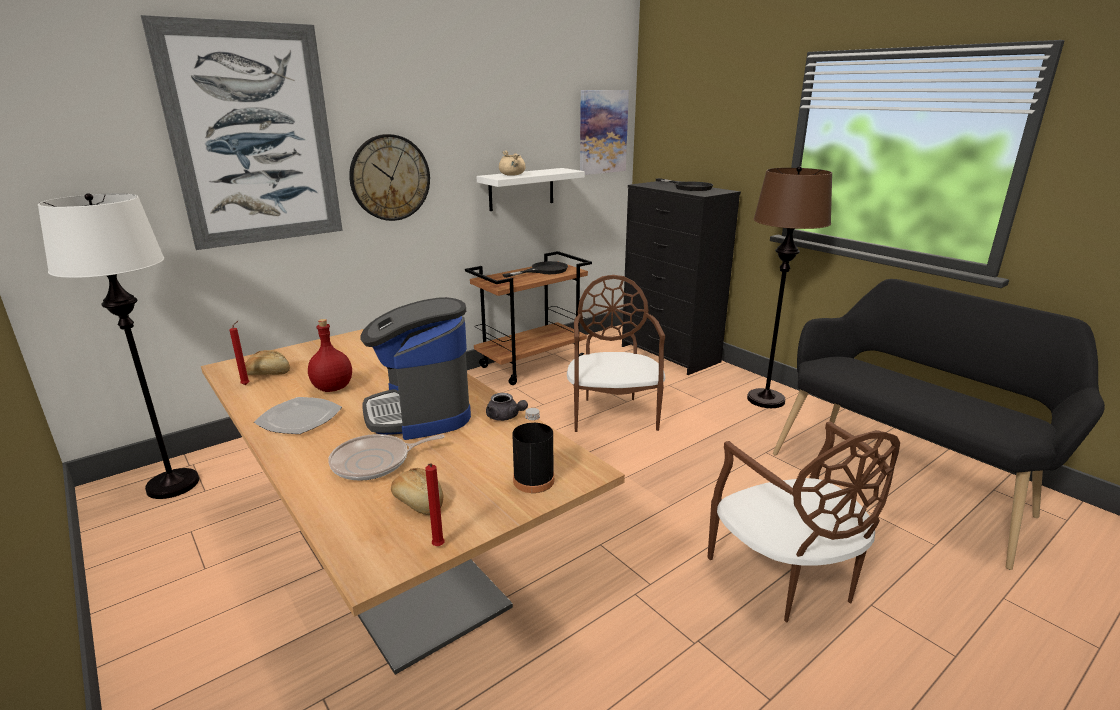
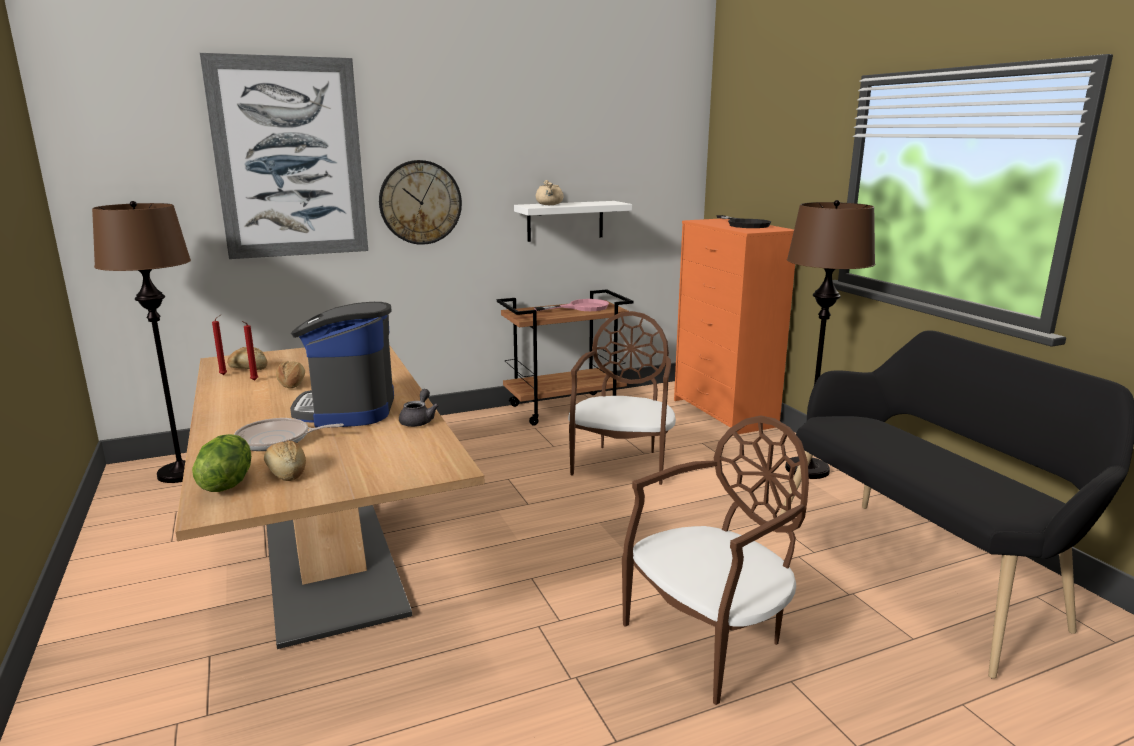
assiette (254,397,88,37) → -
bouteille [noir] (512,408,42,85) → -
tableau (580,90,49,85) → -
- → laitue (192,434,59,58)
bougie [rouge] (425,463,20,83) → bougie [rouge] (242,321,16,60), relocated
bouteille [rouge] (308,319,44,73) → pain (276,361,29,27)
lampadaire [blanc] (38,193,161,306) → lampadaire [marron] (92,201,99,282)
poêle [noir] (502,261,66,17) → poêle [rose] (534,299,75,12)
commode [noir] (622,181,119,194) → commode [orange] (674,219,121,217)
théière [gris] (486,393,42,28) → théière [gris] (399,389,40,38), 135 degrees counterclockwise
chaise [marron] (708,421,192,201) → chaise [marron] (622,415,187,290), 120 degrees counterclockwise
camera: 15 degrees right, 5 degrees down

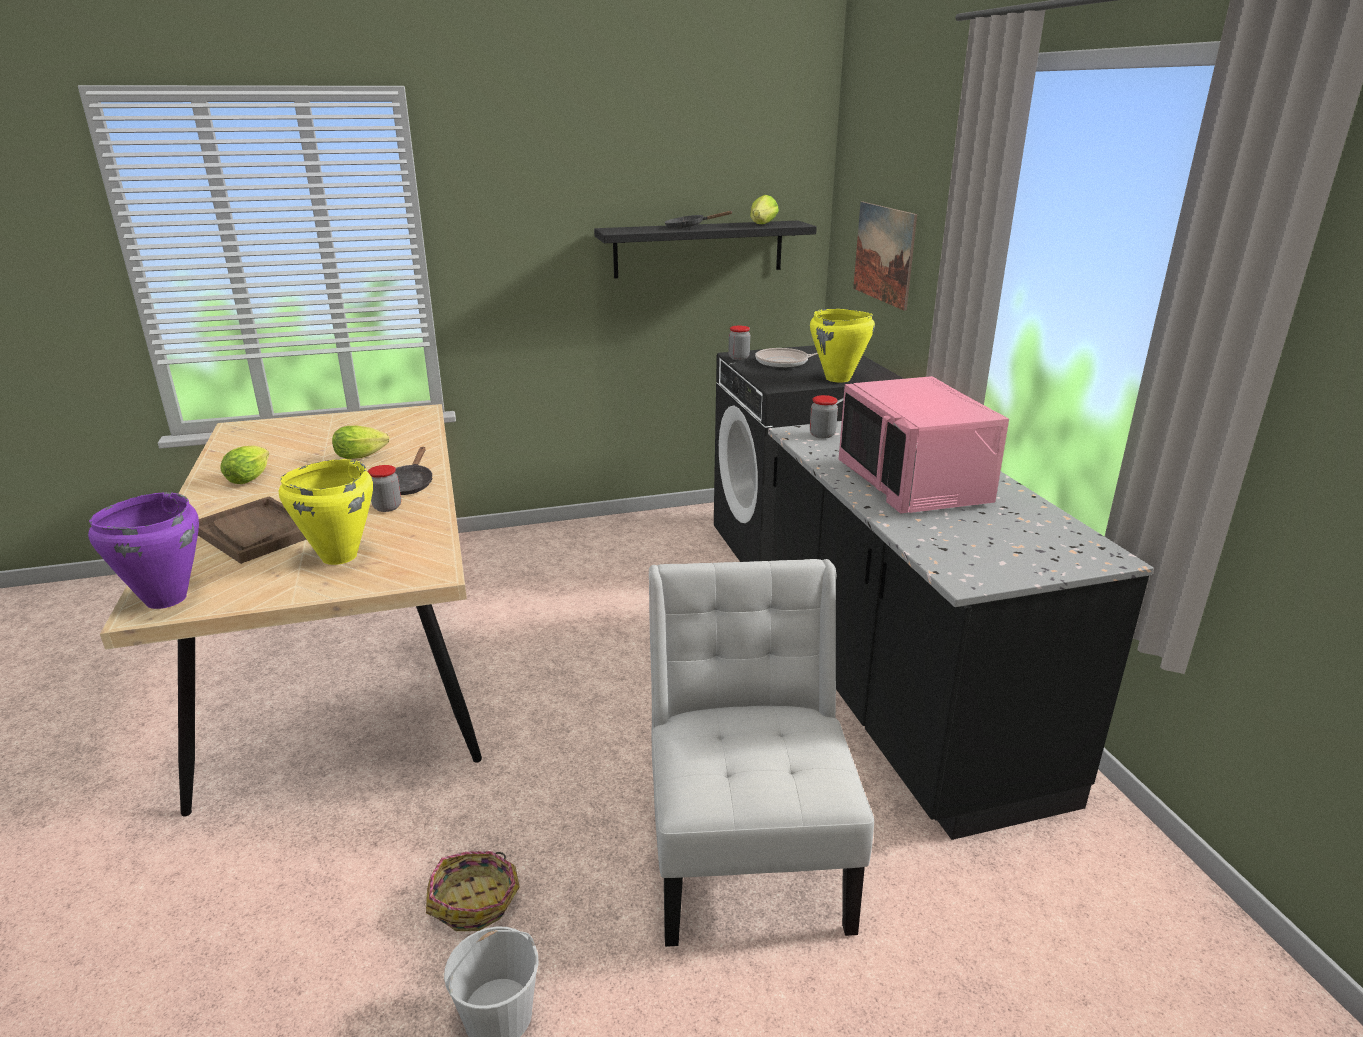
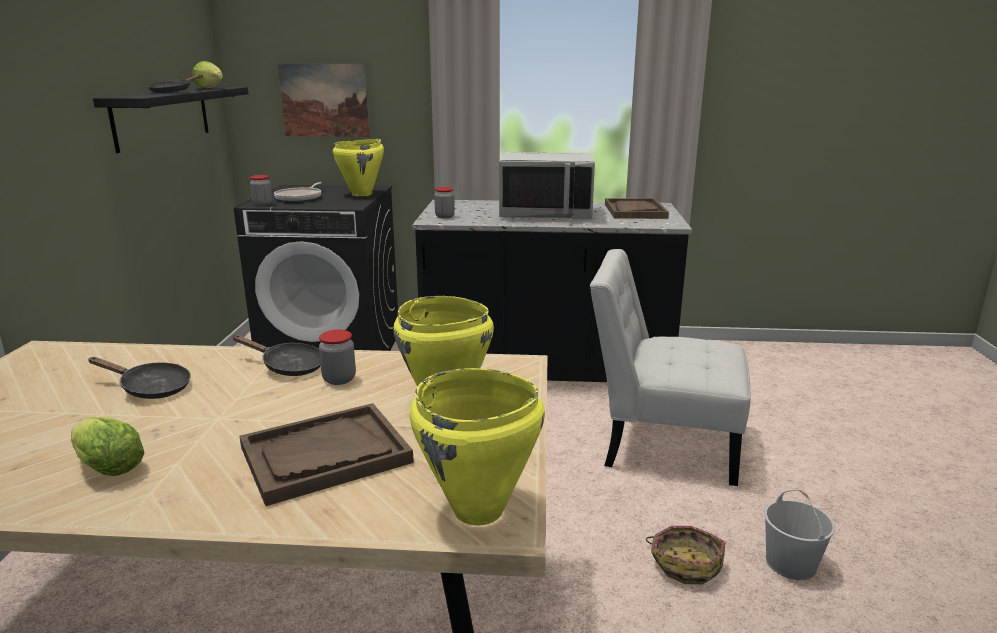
- → plateau [marron] (605,198,64,21)
laitue (332,426,57,33) → poêle [noir] (88,357,103,42)
marmite [violet] (88,492,111,117) → marmite [jaune] (410,368,135,157)
micro-ondes [rose] (838,376,171,138) → micro-ondes [gris] (499,152,96,67)
camera: 70 degrees left, 5 degrees down

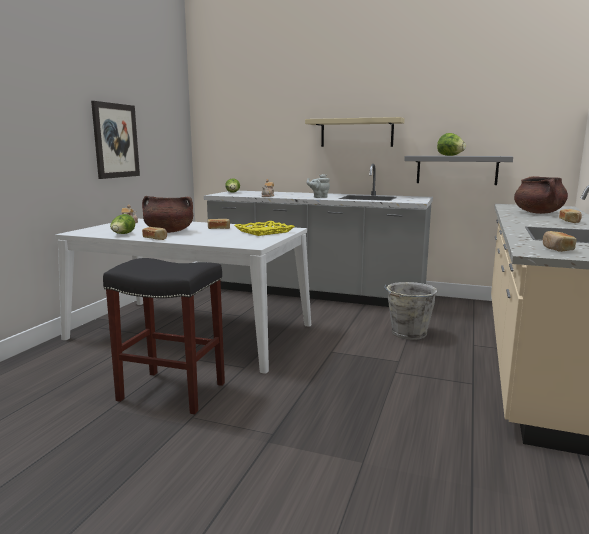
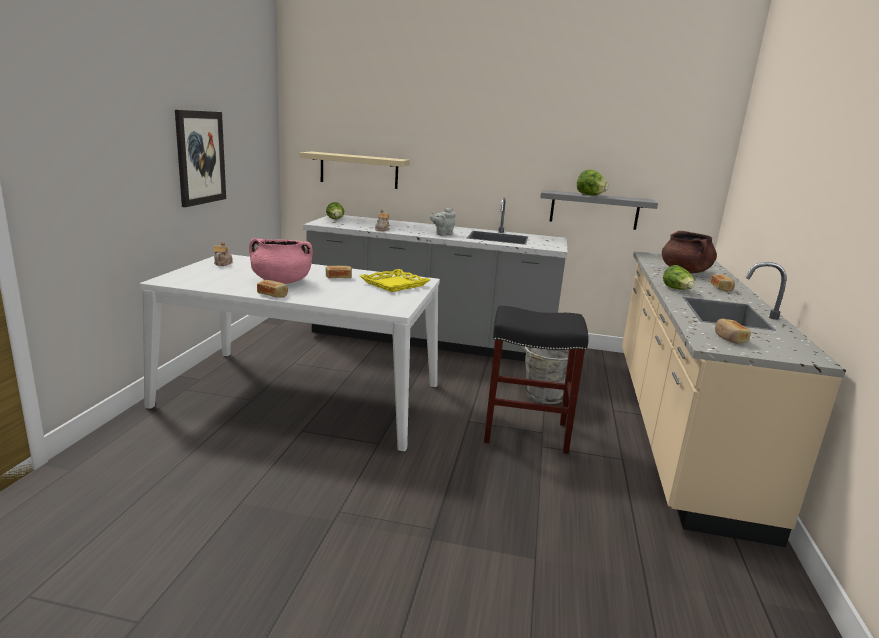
tabouret [noir] (103,258,122,157) → tabouret [noir] (484,306,105,148), relocated
laitue (110,214,25,20) → laitue (663,265,32,25), relocated
étagère [beige] (305,117,100,30) → étagère [beige] (300,152,109,37), relocated
marmite [marron] (142,196,51,37) → marmite [rose] (249,239,64,45)
camera: 10 degrees left, 5 degrees up

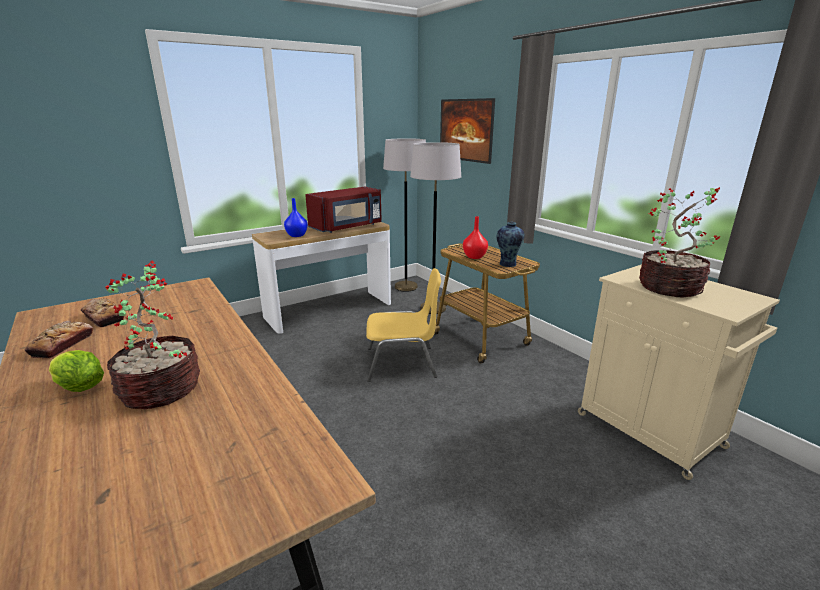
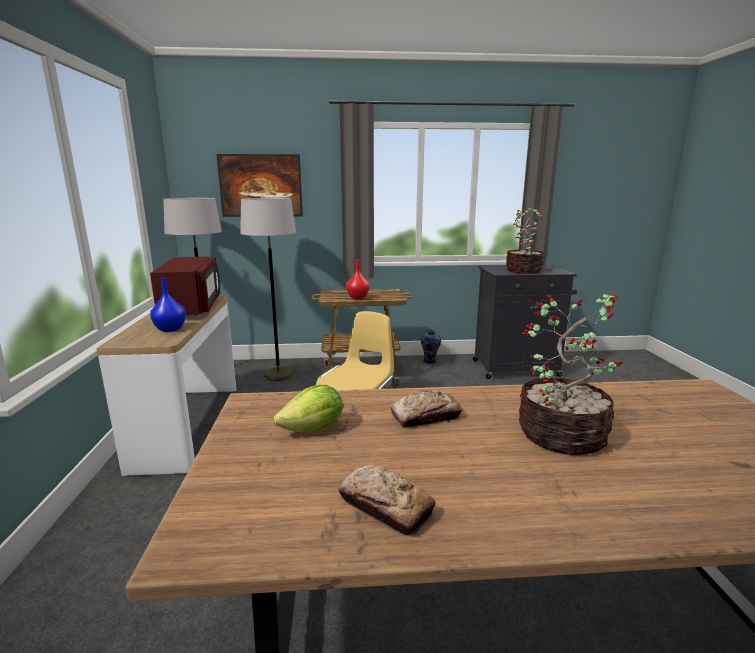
laitue (49,350,55,42) → laitue (274,385,69,47), relocated
pain (81,298,43,29) → pain (390,390,72,38), relocated
vase (496,222,28,45) → vase (421,330,20,34), relocated
meuble de rangement [beige] (578,264,202,216) → meuble de rangement [noir] (473,265,104,114)
camera: 60 degrees left, 5 degrees down

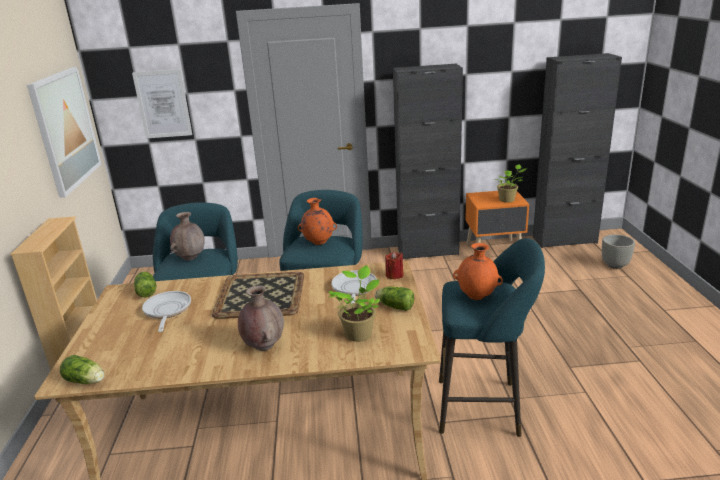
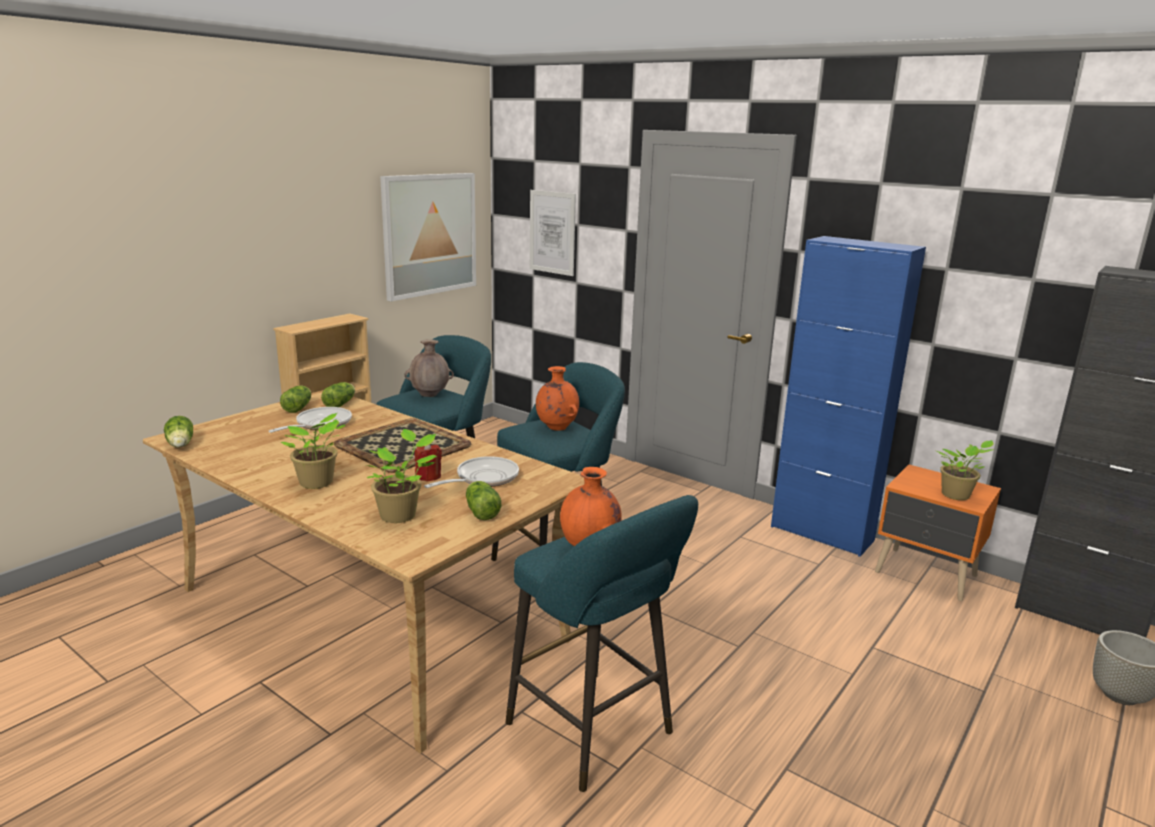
- → laitue (280,385,31,28)
bougie [rouge] (385,251,18,28) → bougie [rouge] (415,444,27,37), relocated
vase [marron] (238,285,46,66) → plante en pot (281,413,65,76)
meuble de rangement [noir] (393,64,70,195) → meuble de rangement [bleu] (771,236,155,321)
camera: 40 degrees right, 5 degrees down

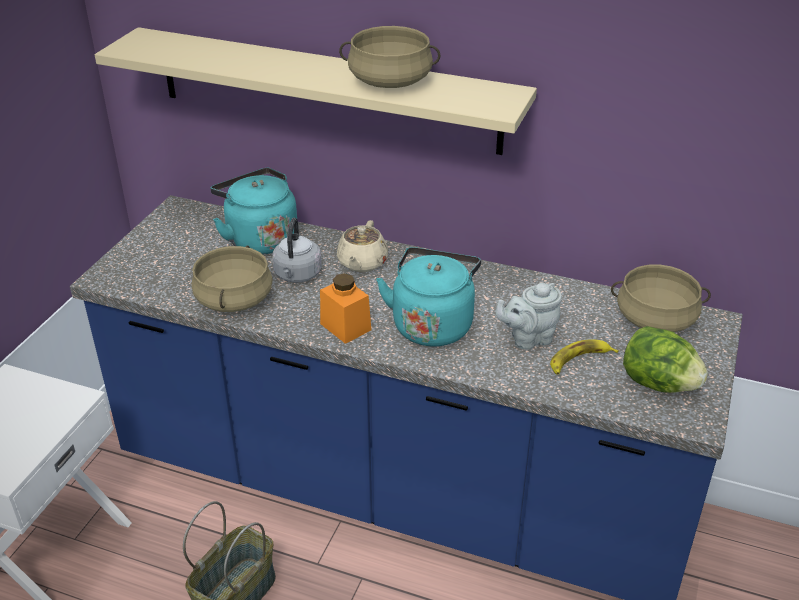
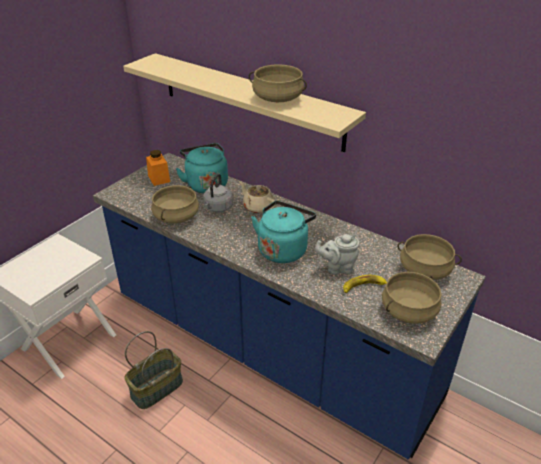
bocal [orange] (320,273,51,71) → bocal [orange] (146,150,24,36), relocated
laitue (623,326,85,67) → marmite [beige] (382,272,60,52)
théière [beige] (337,220,51,52) → théière [beige] (239,181,37,32), 105 degrees clockwise
camera: 15 degrees right, 0 degrees up

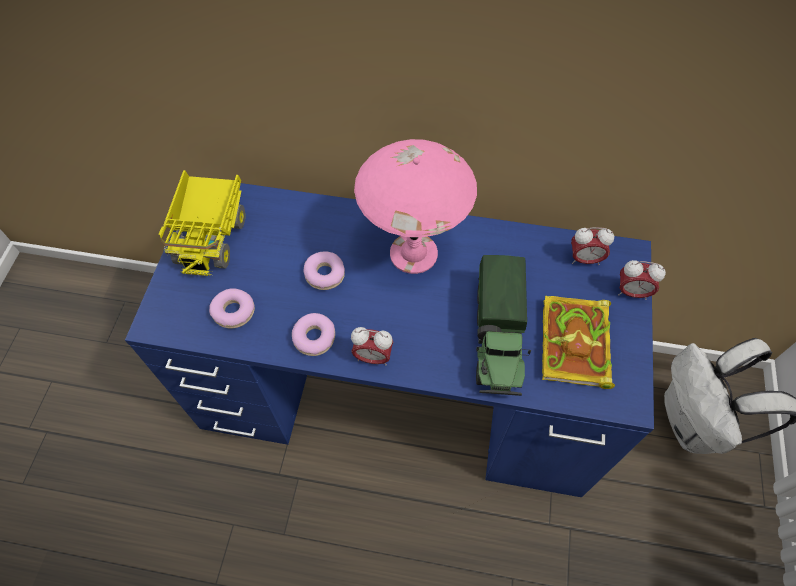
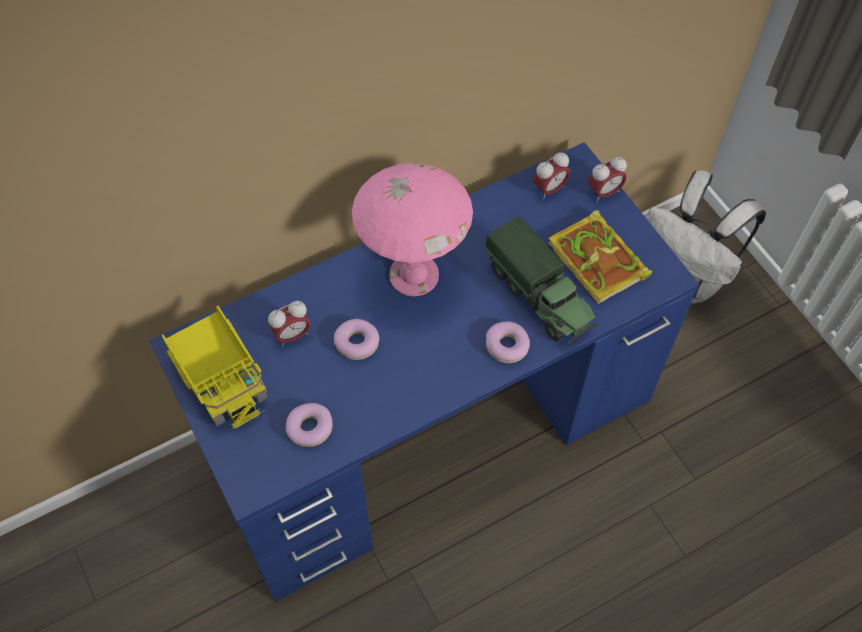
beignet (292,313,43,43) → beignet (486,321,44,42), relocated
réveil (351,327,42,39) → réveil (268,301,43,46), relocated
camera: 40 degrees left, 0 degrees up

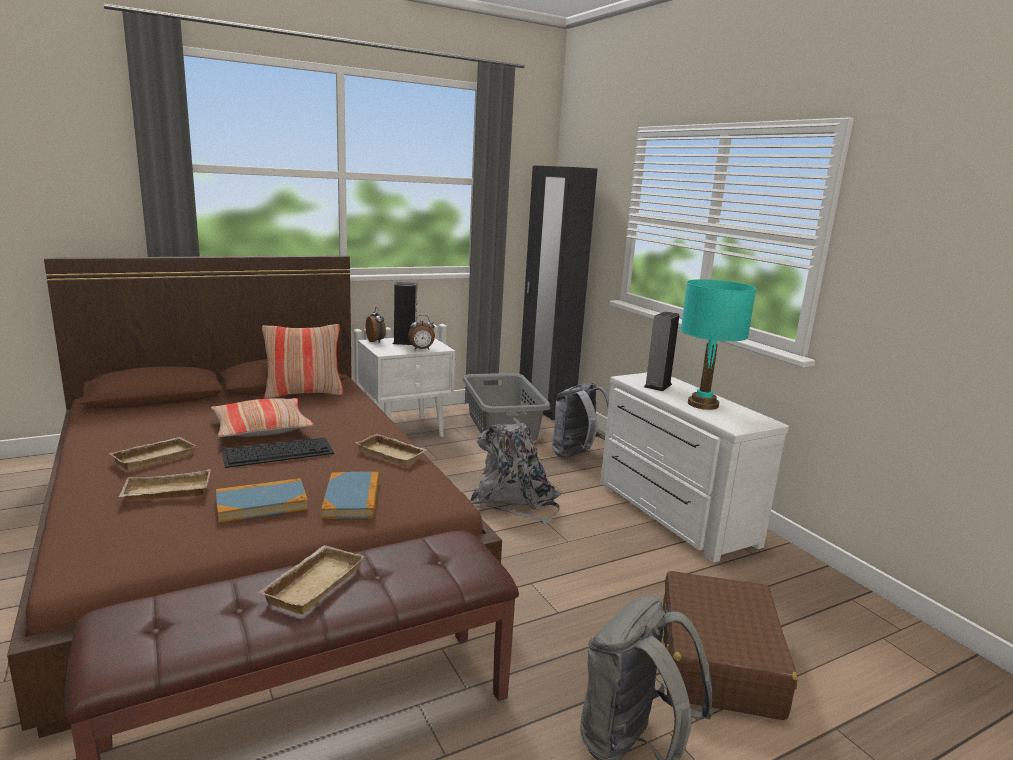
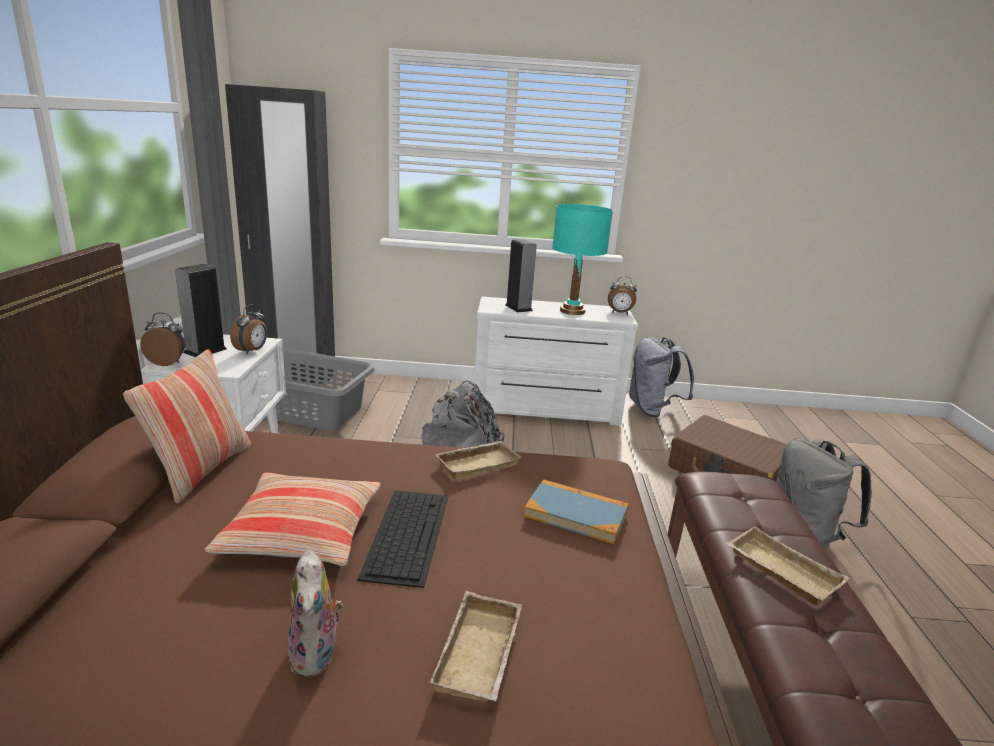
livre (216,478,92,45) → -
- → réveil (608,276,29,39)
sac à dos [gris] (552,383,58,75) → sac à dos [gris] (629,337,65,81), relocated
plateau [beige] (109,437,87,34) → peluche (288,550,55,127)
camera: 60 degrees left, 5 degrees up

